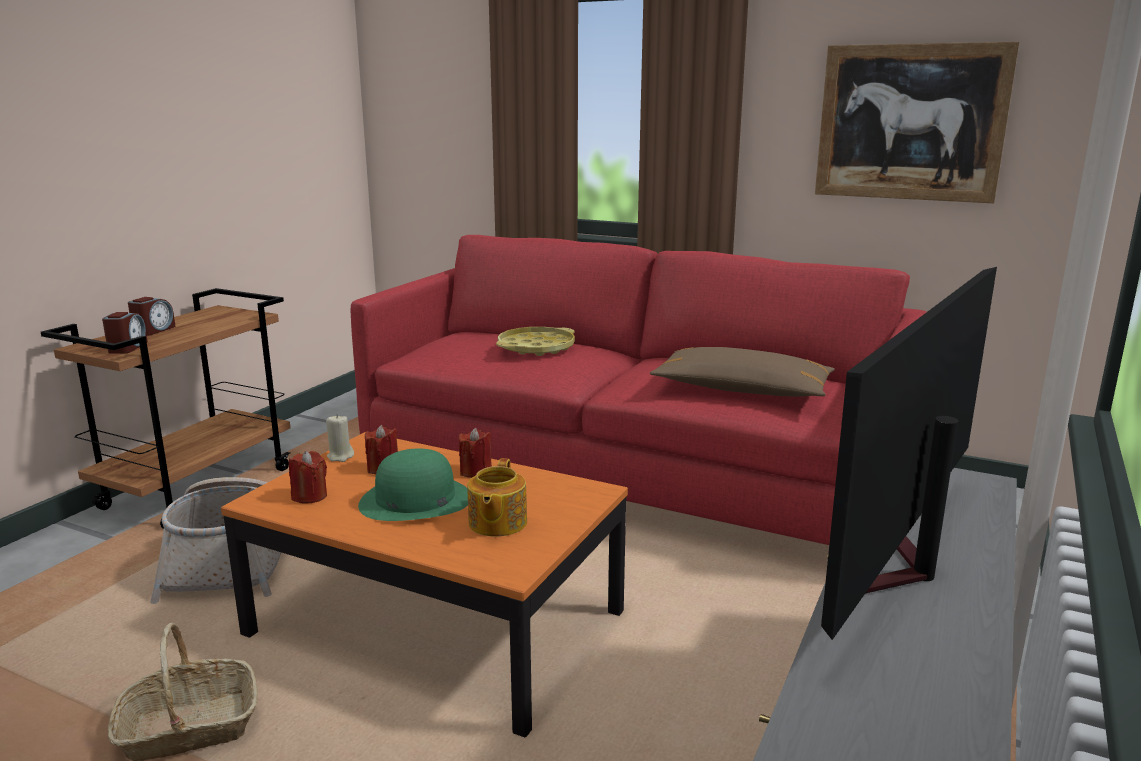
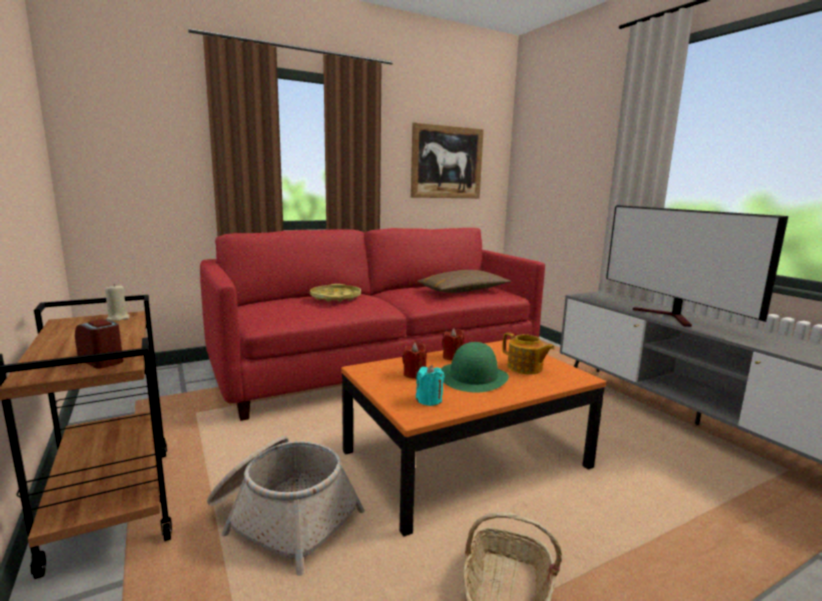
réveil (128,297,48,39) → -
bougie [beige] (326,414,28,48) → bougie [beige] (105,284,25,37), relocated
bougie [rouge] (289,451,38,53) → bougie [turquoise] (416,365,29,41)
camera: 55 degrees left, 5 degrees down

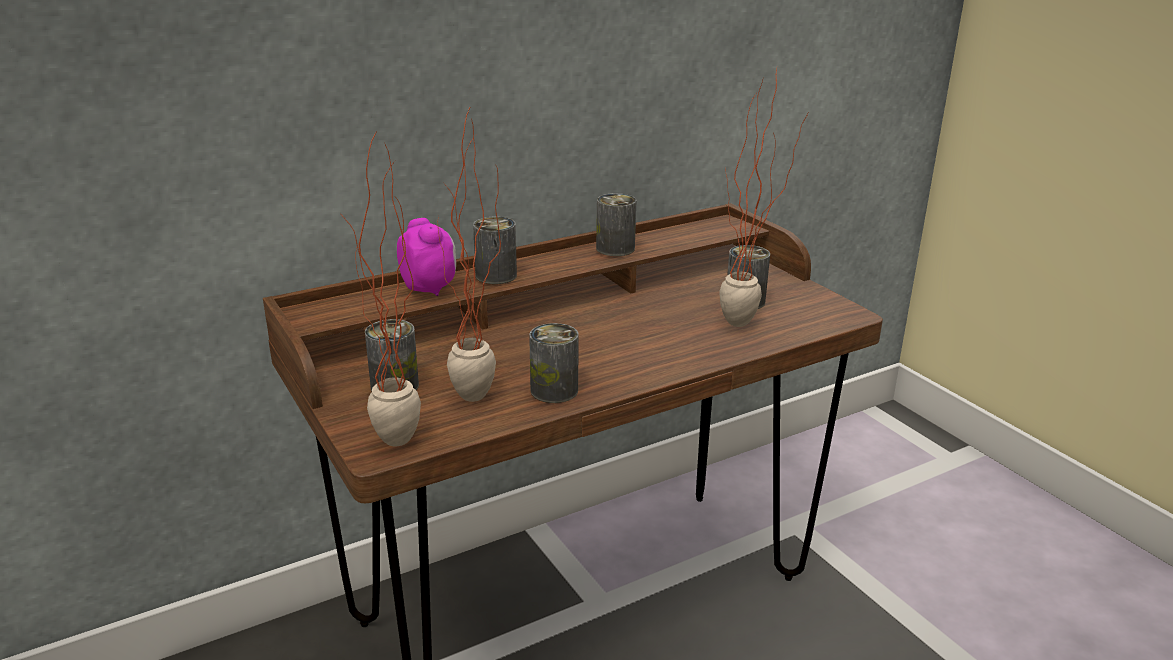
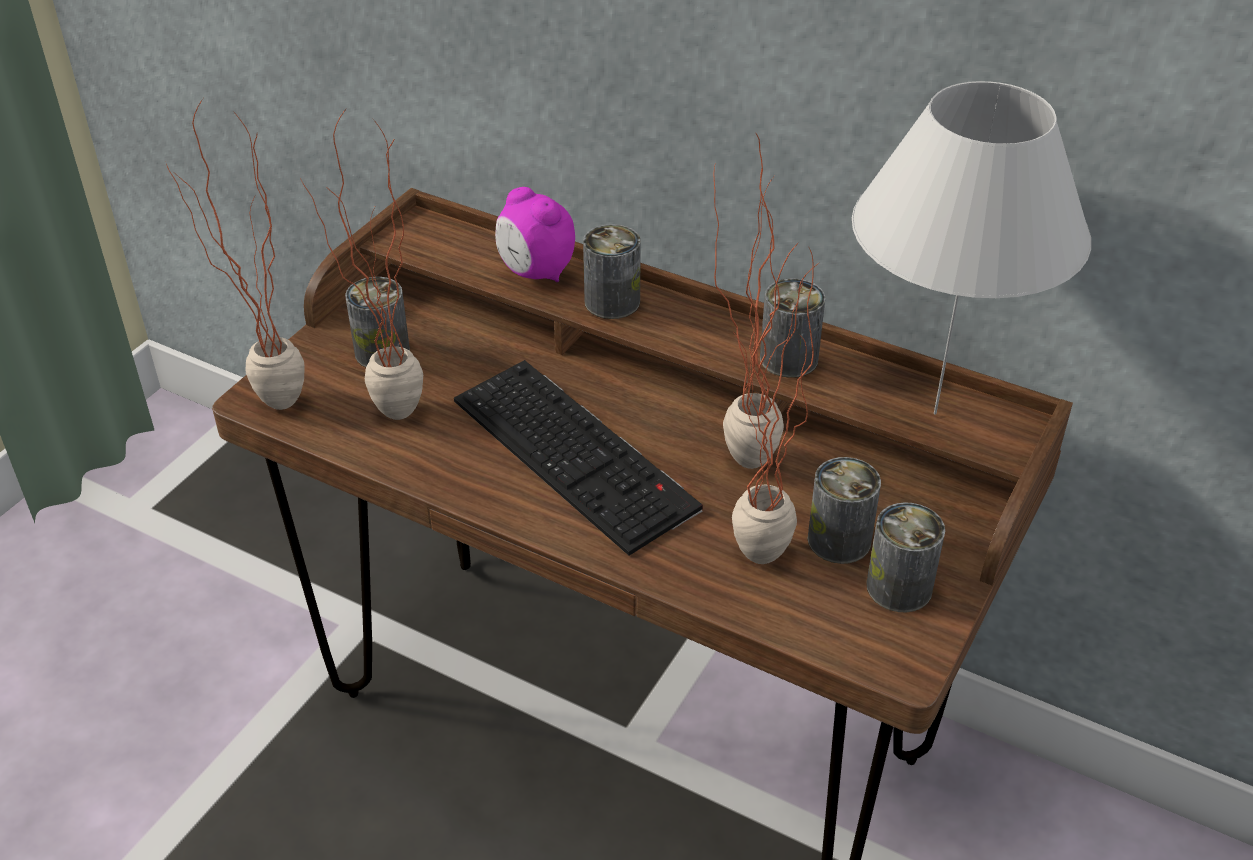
- → clavier (454,360,249,196)
- → plante en pot (713,134,90,335)
- → lampe de table [blanc] (852,81,239,334)
boîte métallique (529,323,50,80) → boîte métallique (866,502,79,110), relocated
réveil (397,218,59,78) → réveil (495,187,80,95), 105 degrees clockwise
camera: 60 degrees right, 15 degrees up

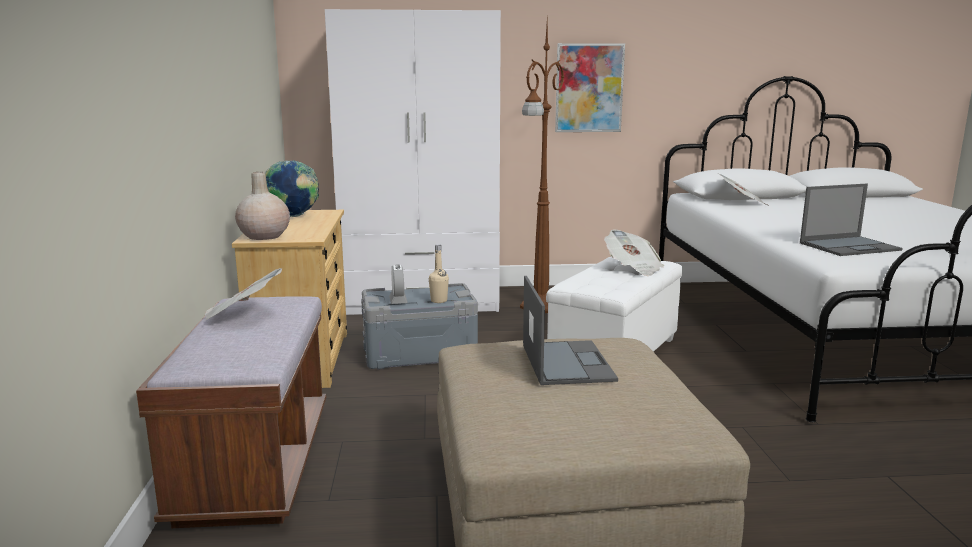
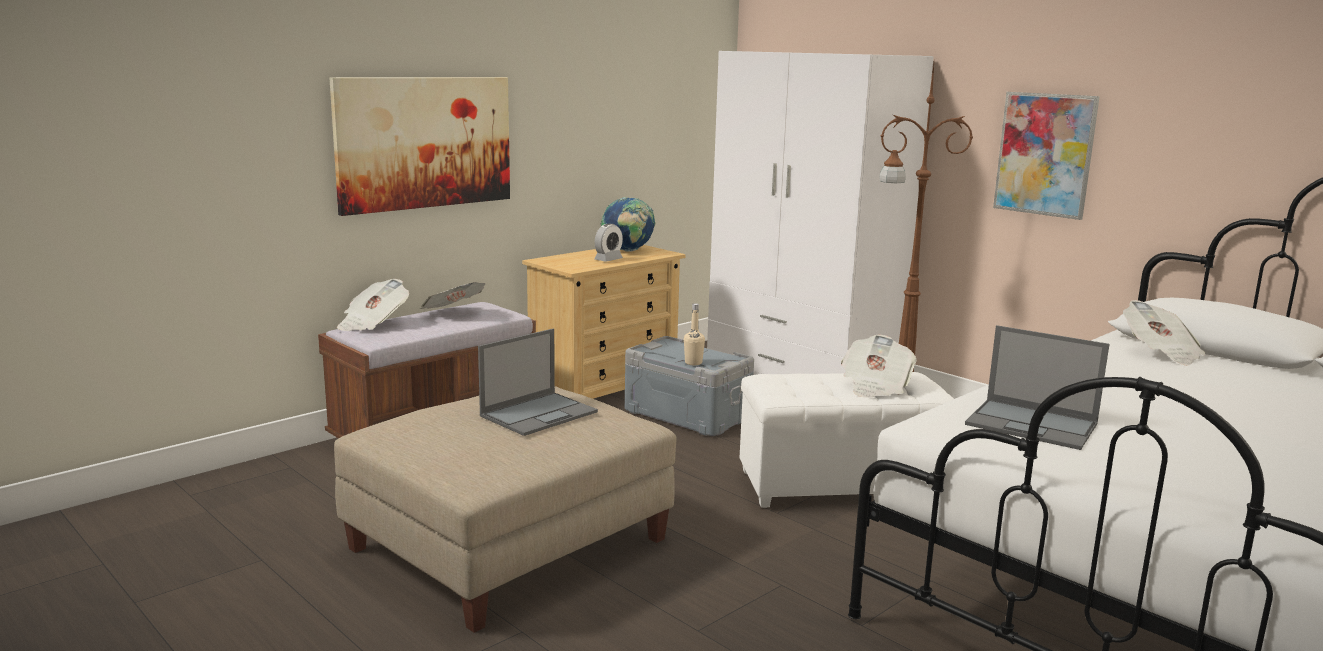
vase [beige] (235,172,55,68) → -
- → tableau (329,77,181,139)
- → journal (337,279,72,52)
réveil (389,264,19,40) → réveil (595,224,28,38), relocated
camera: 50 degrees right, 0 degrees up

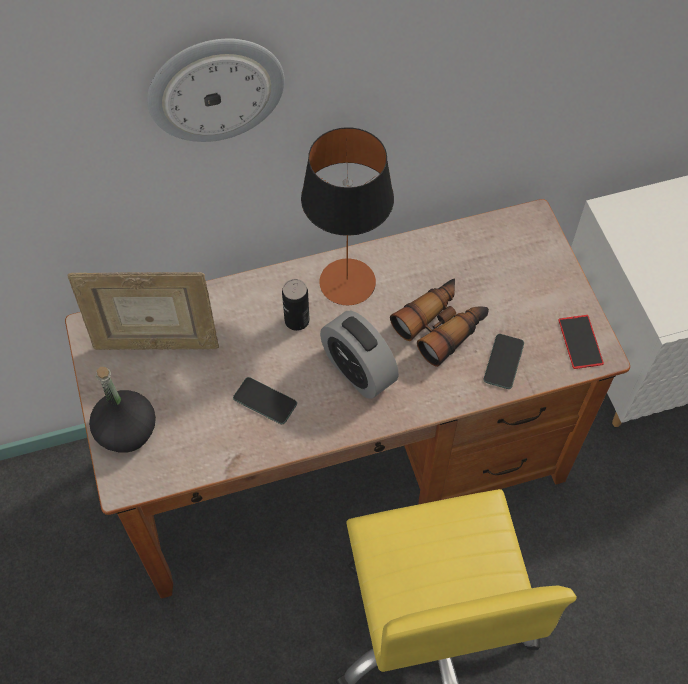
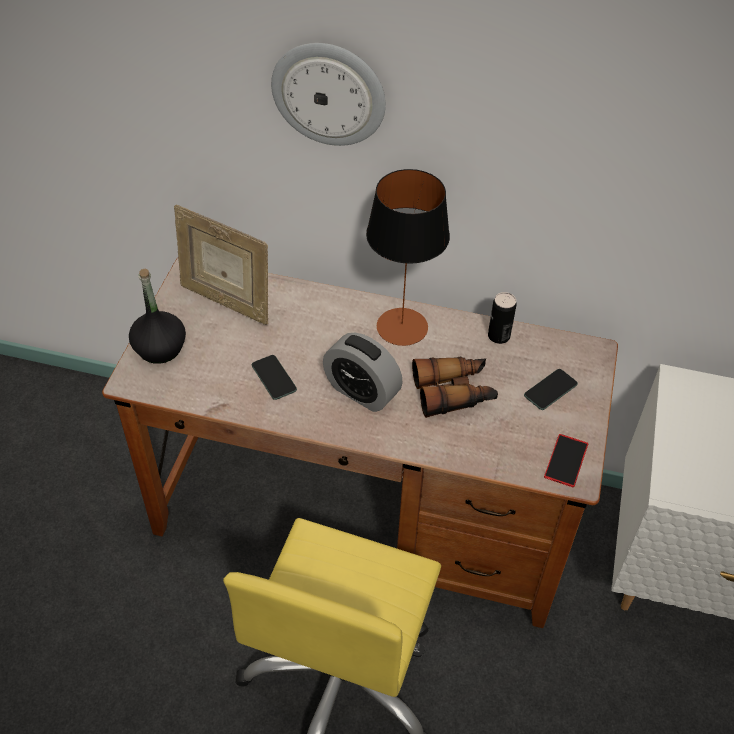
boîte métallique (282,279,28,52) → boîte métallique (488,292,28,52), relocated
téléphone (483,334,41,55) → téléphone (524,369,54,41), relocated
réveil (320,311,79,88) → réveil (323,333,80,79), 45 degrees counterclockwise
camera: 30 degrees right, 10 degrees down

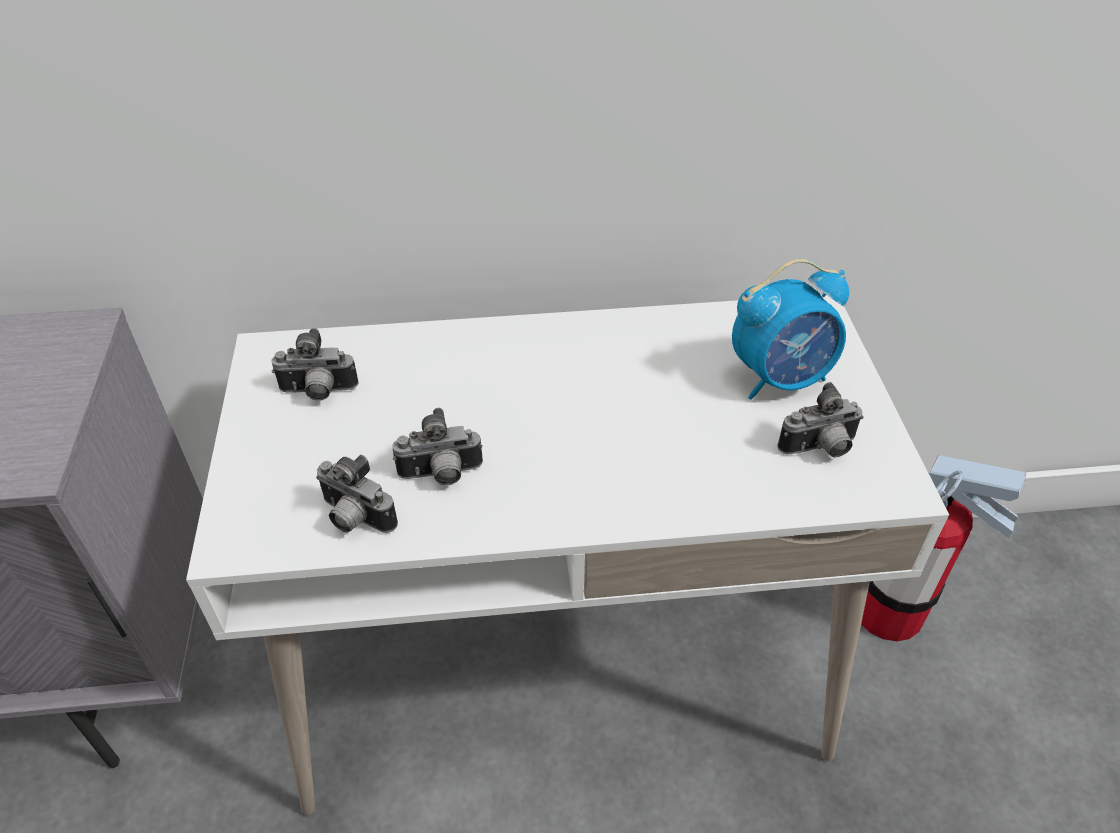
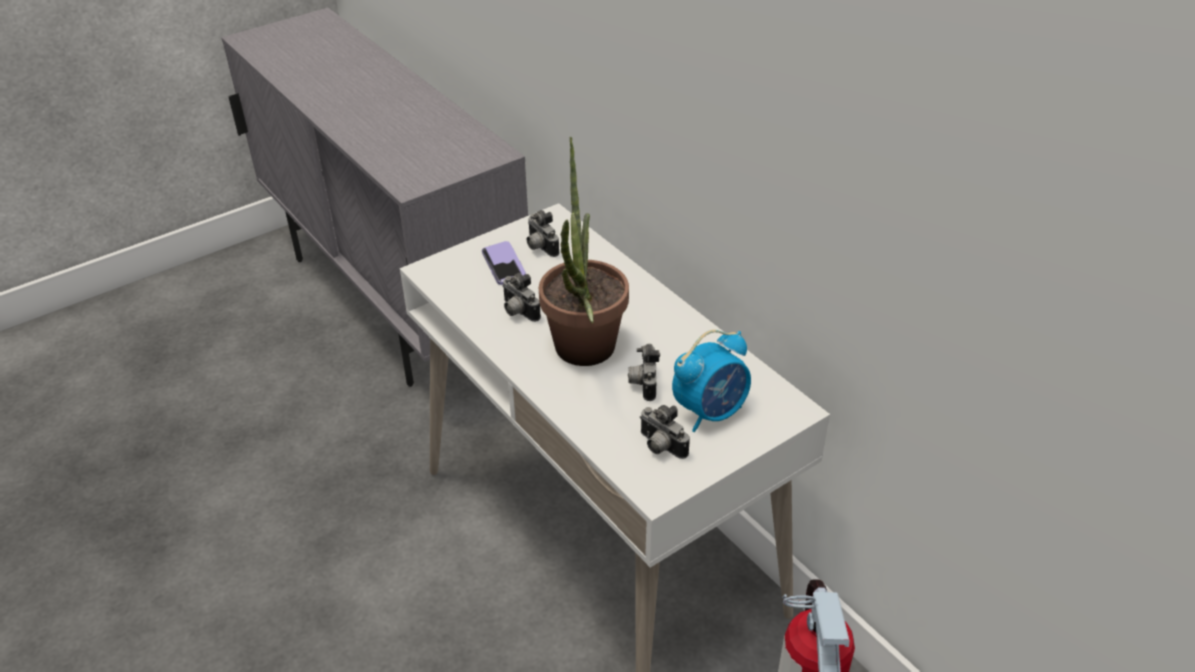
- → téléphone (482,241,44,44)
- → plante en pot (539,137,90,229)
appareil photo (316,455,82,78) → appareil photo (628,343,32,58), relocated
réveil (732,259,117,141) → réveil (672,330,79,102), 75 degrees counterclockwise
camera: 60 degrees right, 5 degrees down

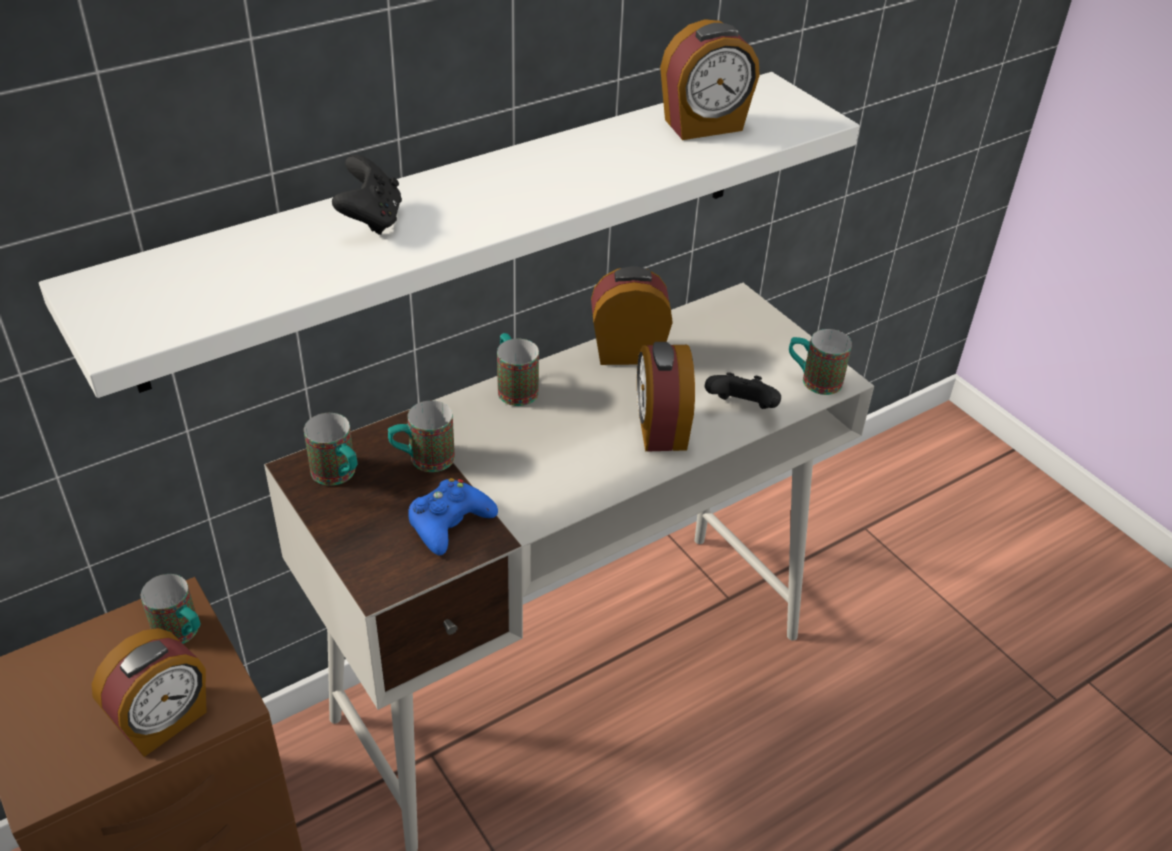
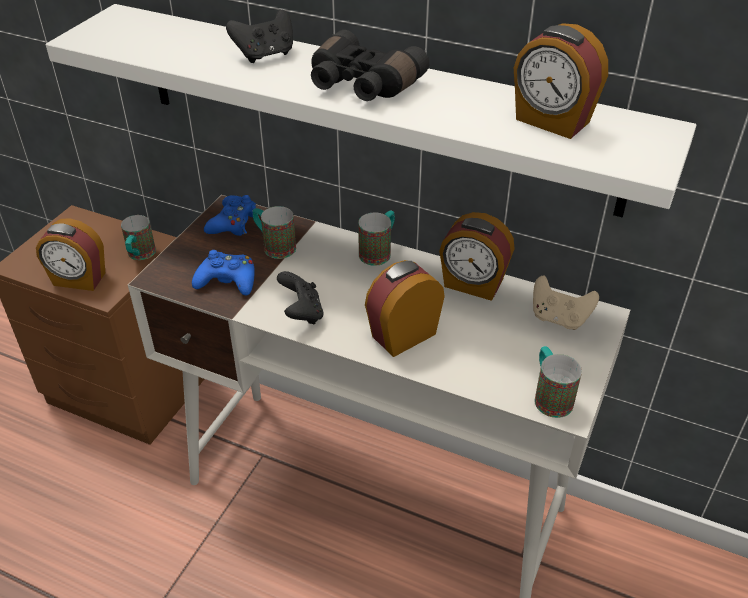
- → jumelles [noir] (311,30,118,71)
- → manette [beige] (533,276,66,54)
manette [noir] (705,372,76,37) → manette [noir] (277,271,47,53), relocated
mug (304,413,53,73) → manette [bleu] (204,195,52,41)
réveil (591,266,82,99) → réveil (439,212,76,89), 150 degrees clockwise
camera: 60 degrees right, 0 degrees up

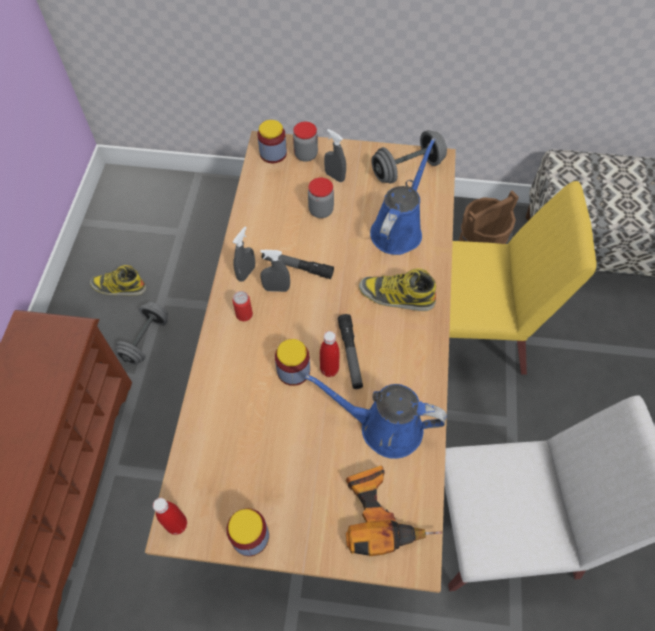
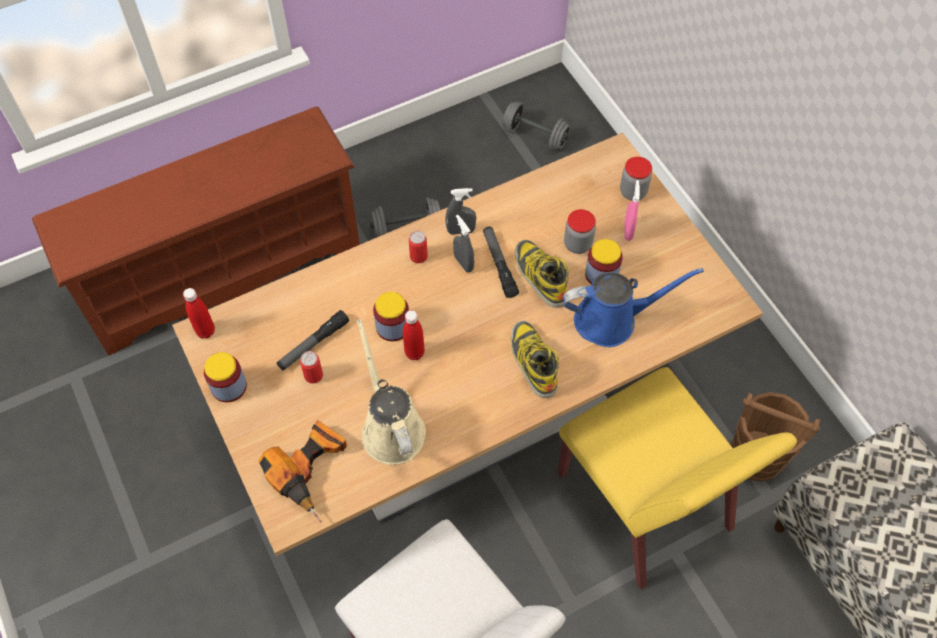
- → boîte métallique (300,351,23,33)
botte (90,265,57,30) → botte (515,240,54,68), relocated
bocal (257,120,30,43) → bocal (585,239,38,45), relocated
lampe de poche (338,314,25,75) → lampe de poche (277,310,72,61), relocated
haltère [gris] (371,130,76,54) → haltère [gris] (503,101,68,49), relocated
arrosoir [bleu] (305,374,142,85) → arrosoir [beige] (357,319,69,146)
vaporisateur [gris] (324,129,22,53) → vaporisateur [rose] (624,180,16,61)
camera: 55 degrees right, 0 degrees up

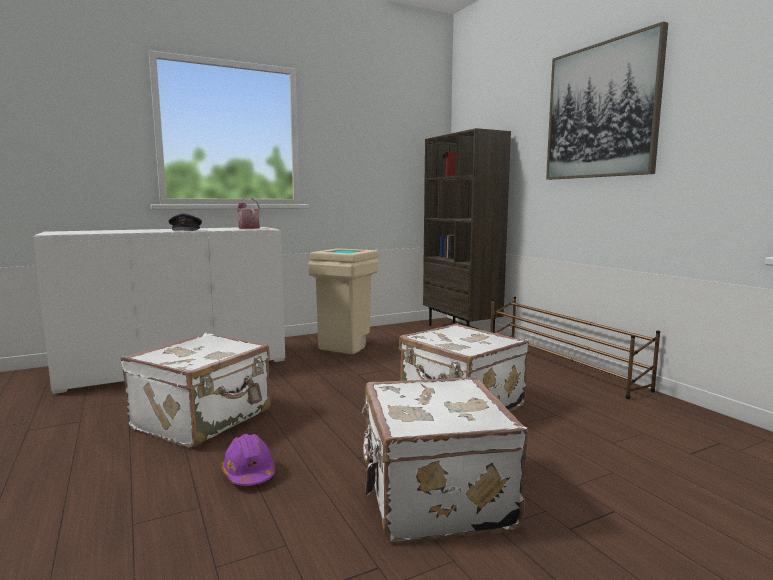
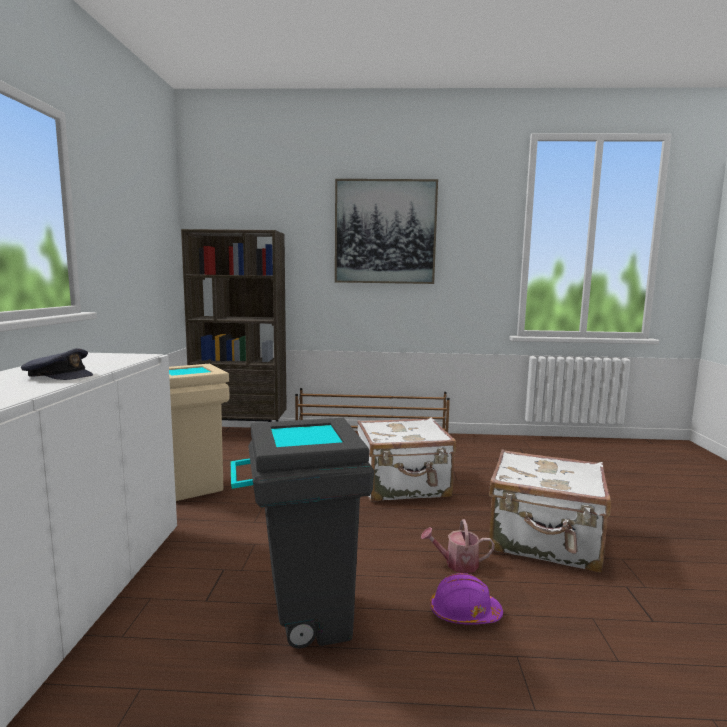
arrosoir (237,197,23,32) → arrosoir (421,519,74,54), relocated
valise [blanc] (121,333,150,115) → poubelle [gris] (231,418,143,230)
camera: 60 degrees left, 0 degrees up

